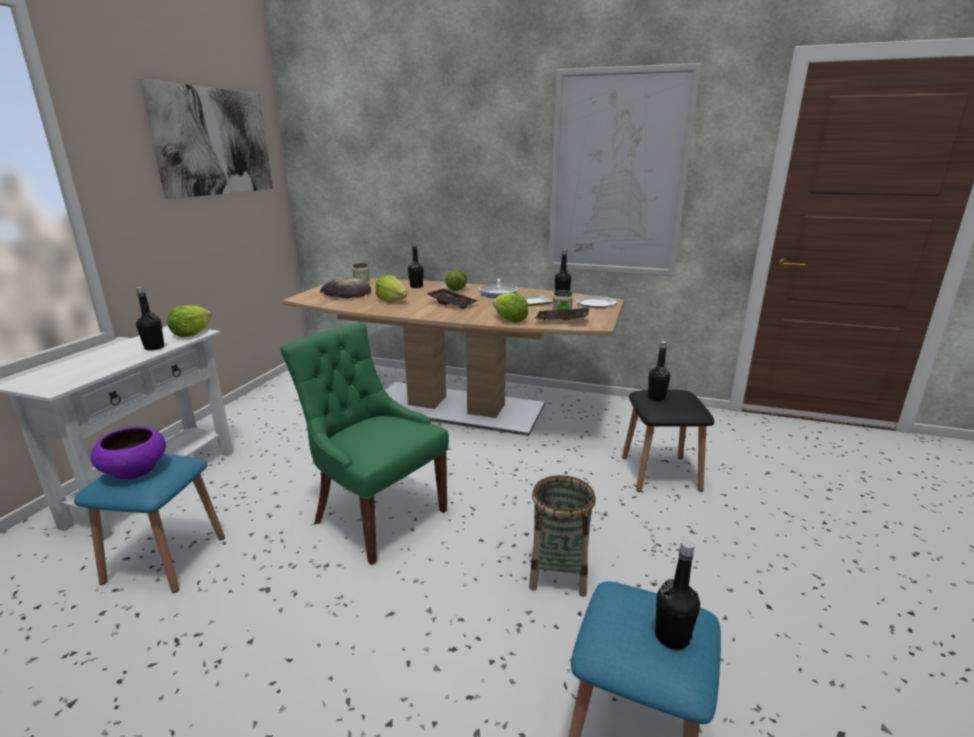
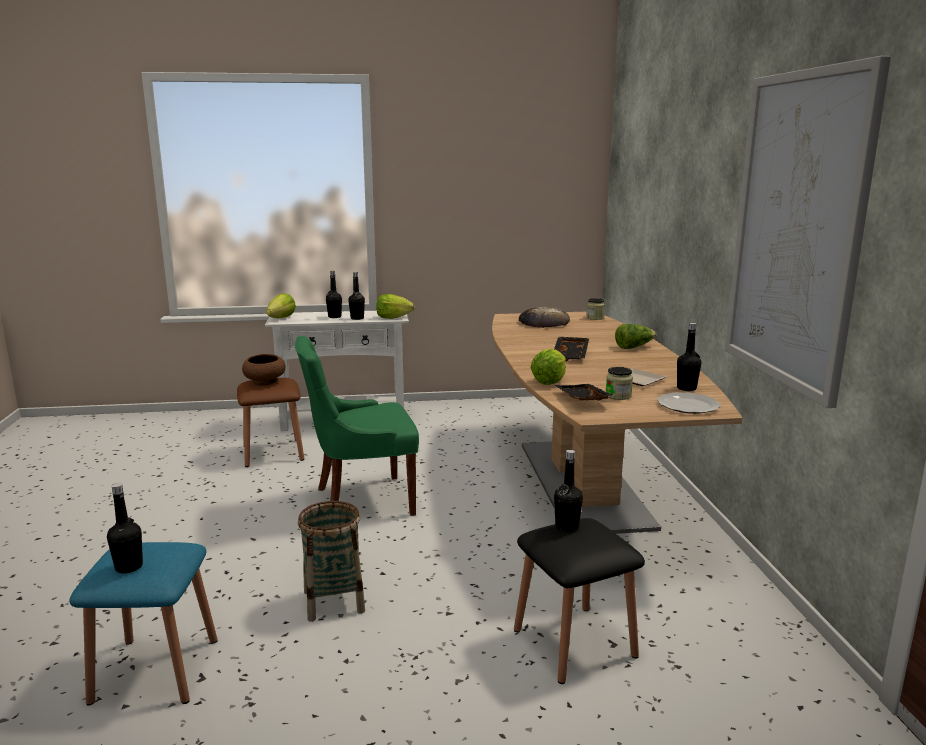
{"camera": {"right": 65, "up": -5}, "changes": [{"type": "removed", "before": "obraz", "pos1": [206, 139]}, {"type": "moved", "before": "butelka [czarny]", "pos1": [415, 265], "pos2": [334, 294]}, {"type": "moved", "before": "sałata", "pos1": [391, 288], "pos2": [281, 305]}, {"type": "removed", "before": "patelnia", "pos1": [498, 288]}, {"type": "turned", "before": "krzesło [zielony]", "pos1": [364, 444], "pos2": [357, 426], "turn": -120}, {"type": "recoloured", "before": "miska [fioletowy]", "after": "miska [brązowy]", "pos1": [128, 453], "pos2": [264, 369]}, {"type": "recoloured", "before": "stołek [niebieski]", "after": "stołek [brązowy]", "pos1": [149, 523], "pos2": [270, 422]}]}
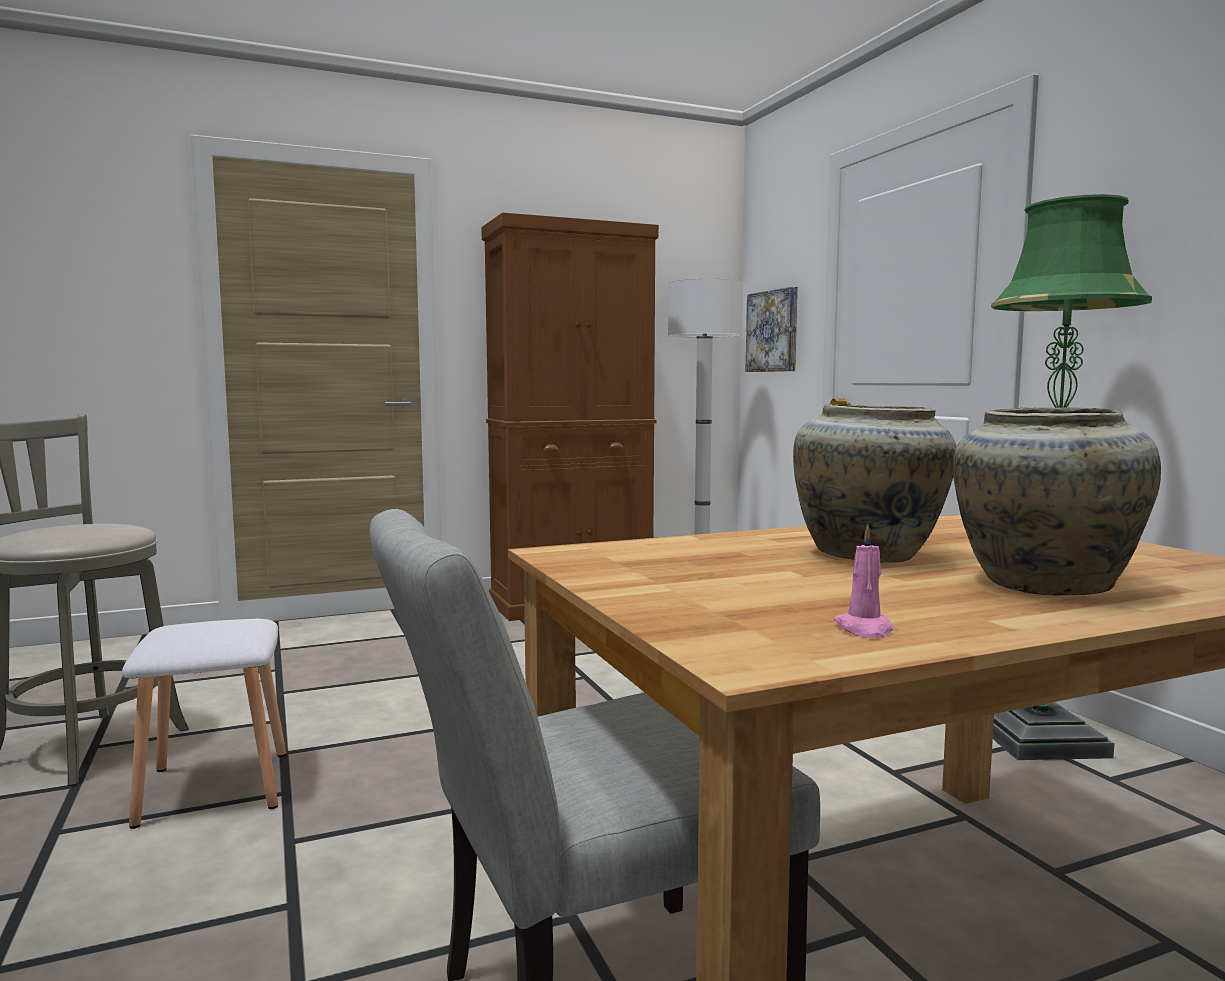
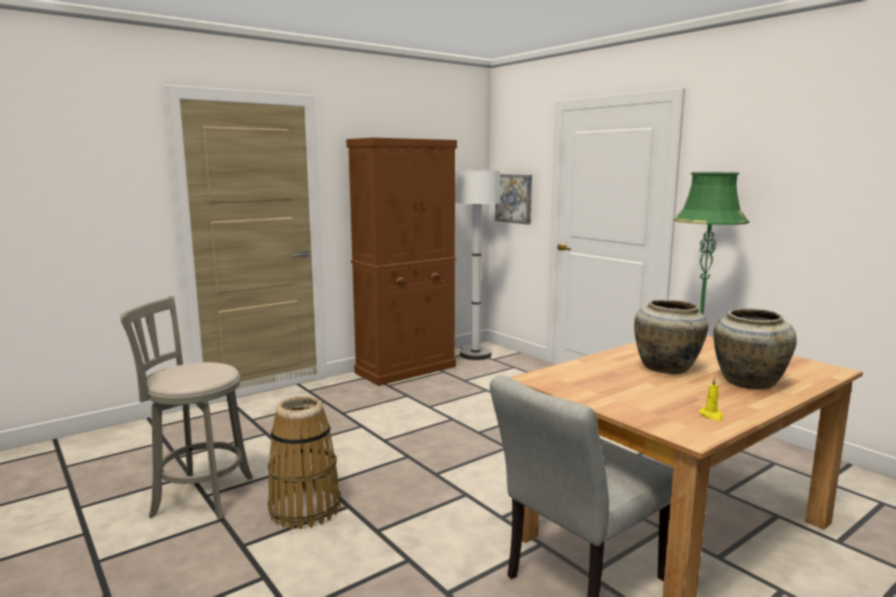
{"camera": {"right": -15, "up": 5}, "changes": [{"type": "recoloured", "before": "świeca [różowy]", "after": "świeca [żółty]", "pos1": [863, 581], "pos2": [711, 399]}, {"type": "replaced", "before": "stołek [biały]", "after": "koszyk", "pos1": [204, 724], "pos2": [304, 462]}]}
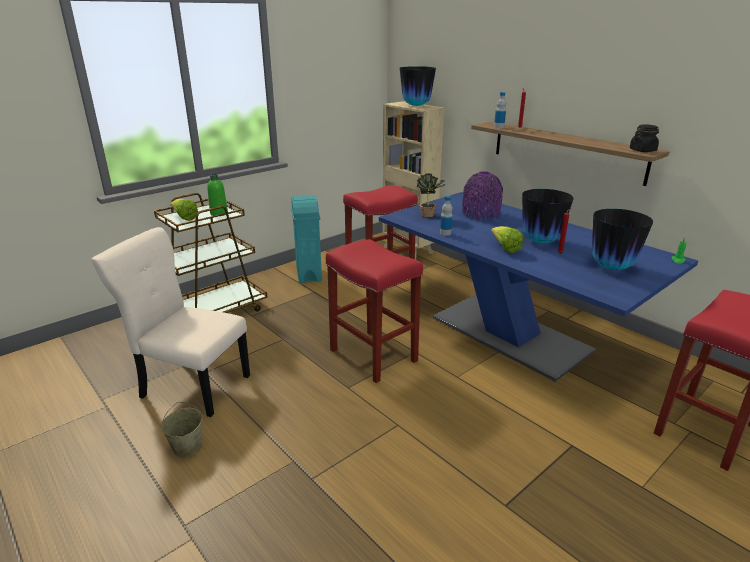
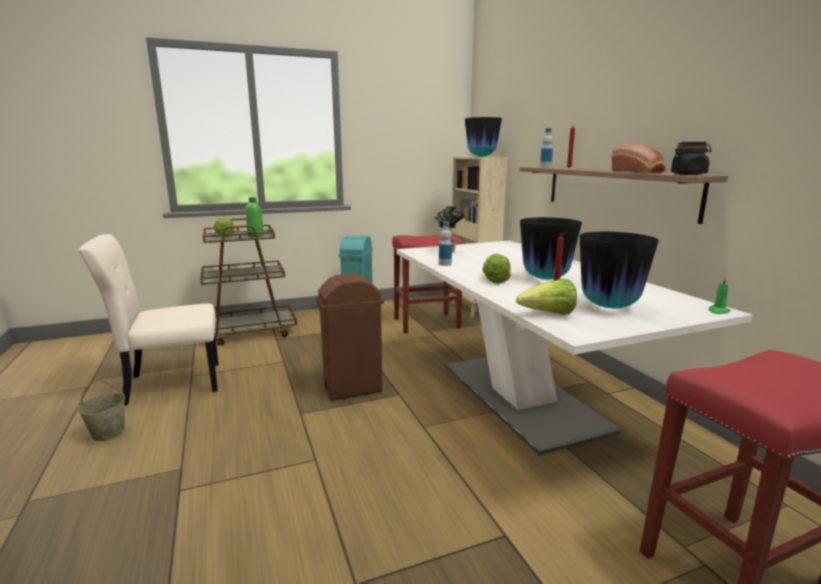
{"camera": {"right": 20, "up": -10}, "changes": [{"type": "removed", "before": "wazon [fioletowy]", "pos1": [482, 195]}, {"type": "recoloured", "before": "stół jadalny [niebieski]", "after": "stół jadalny [biały]", "pos1": [538, 286], "pos2": [574, 348]}, {"type": "turned", "before": "krzesło [beżowy]", "pos1": [170, 322], "pos2": [148, 320], "turn": -60}, {"type": "replaced", "before": "stołek [czerwony]", "after": "kosz na śmieci [brązowy]", "pos1": [374, 311], "pos2": [350, 337]}, {"type": "added", "after": "chleb", "pos2": [639, 158]}, {"type": "added", "after": "sałata", "pos2": [546, 297]}]}
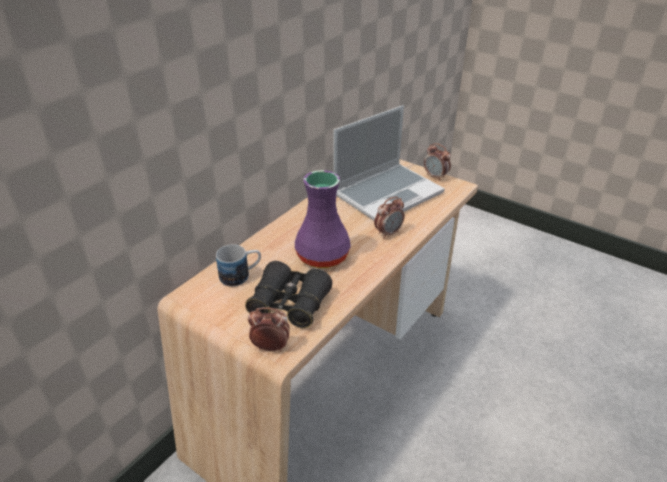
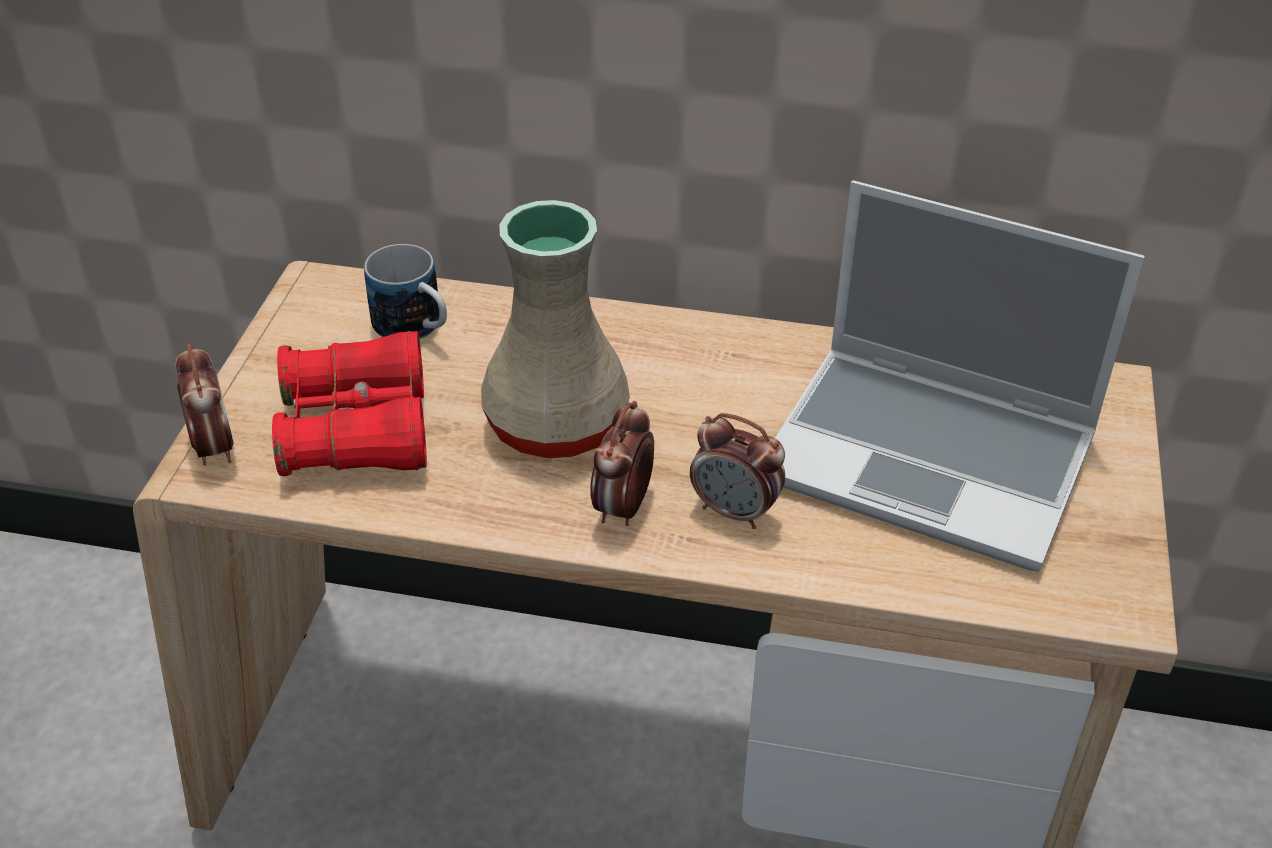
{"camera": {"right": 65, "up": 5}, "changes": [{"type": "moved", "before": "budzik", "pos1": [437, 162], "pos2": [622, 463]}, {"type": "recoloured", "before": "wazon [fioletowy]", "after": "wazon [beżowy]", "pos1": [323, 219], "pos2": [555, 329]}, {"type": "recoloured", "before": "lornetka [czarny]", "after": "lornetka [czerwony]", "pos1": [288, 294], "pos2": [349, 403]}]}
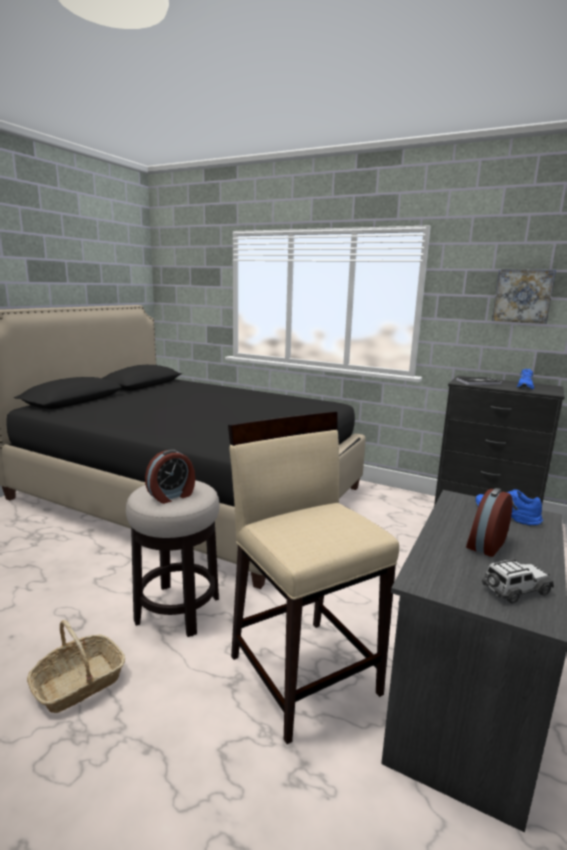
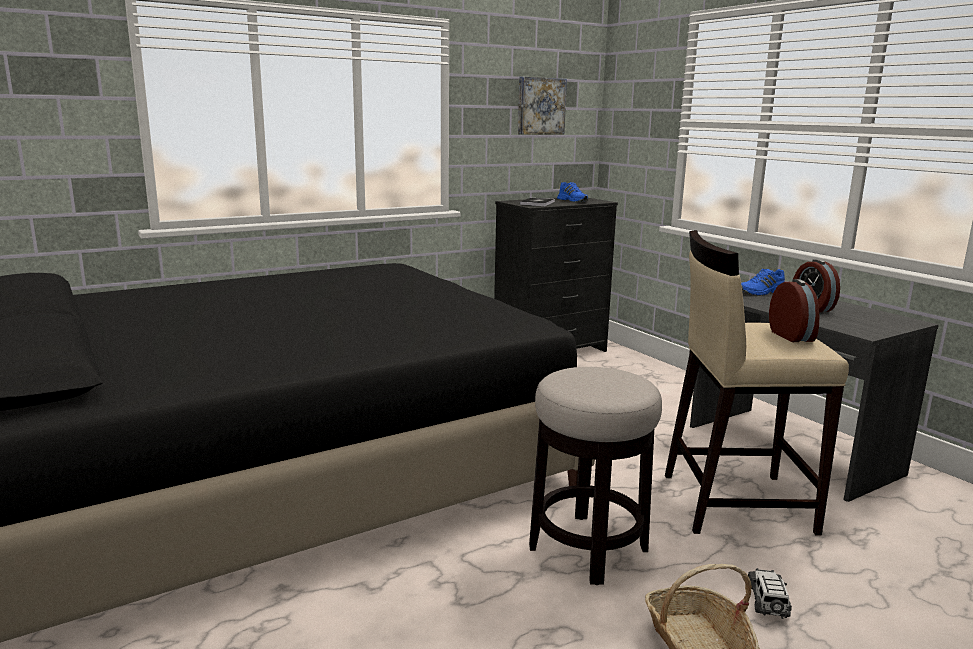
{"camera": {"right": -60, "up": 0}, "changes": [{"type": "moved", "before": "budzik", "pos1": [170, 476], "pos2": [794, 310]}, {"type": "moved", "before": "samochodzik", "pos1": [517, 581], "pos2": [770, 593]}]}
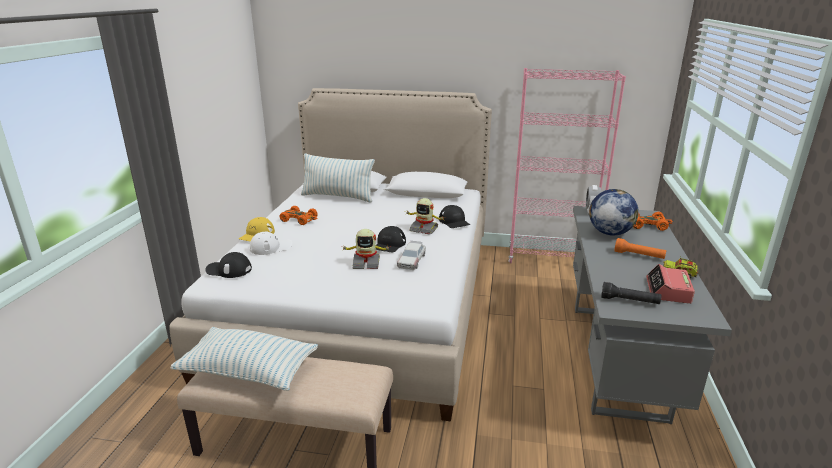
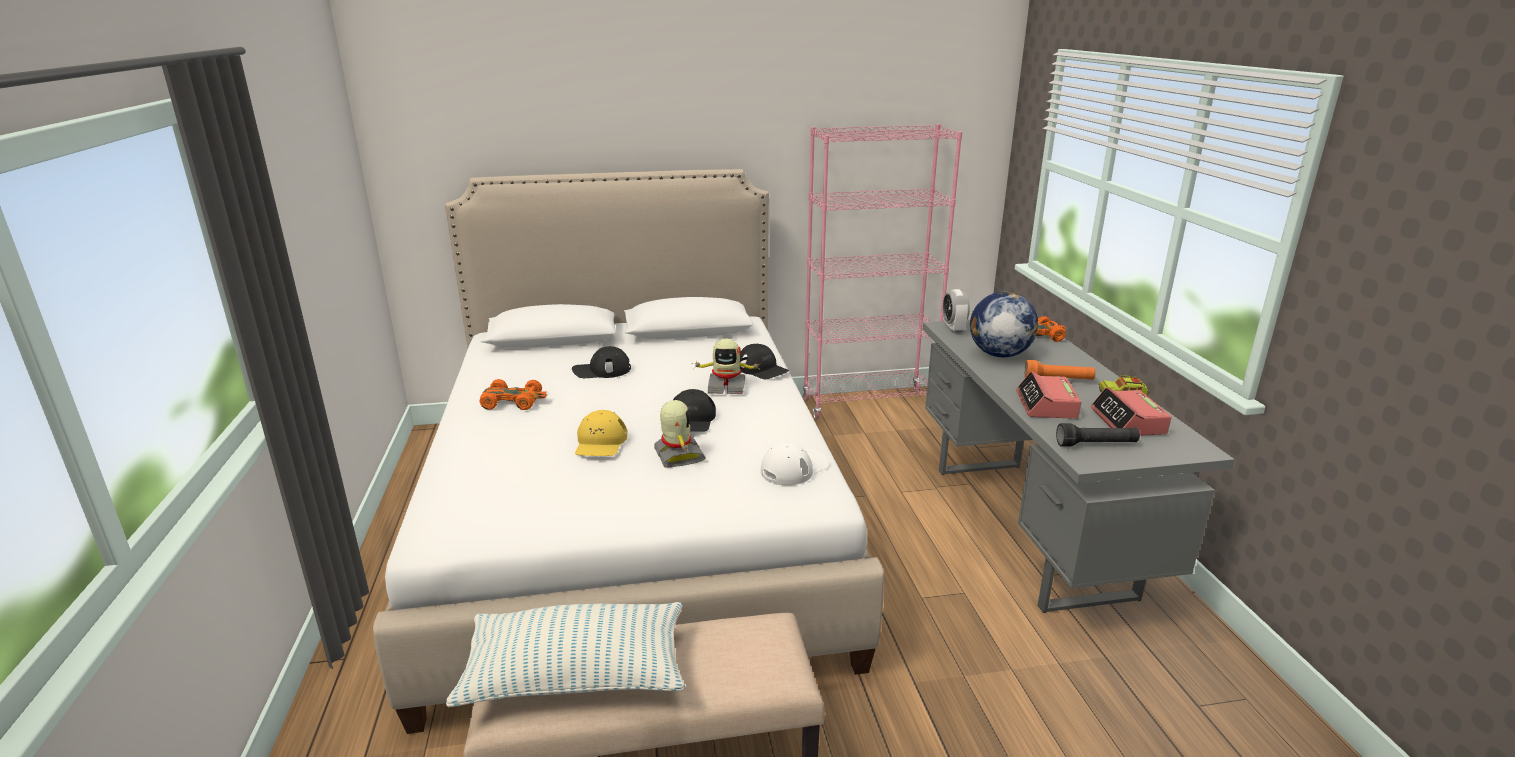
{"camera": {"right": -20, "up": 0}, "changes": [{"type": "removed", "before": "poduszka", "pos1": [338, 177]}, {"type": "moved", "before": "czapka z daszkiem [żółty]", "pos1": [257, 229], "pos2": [601, 433]}, {"type": "turned", "before": "robot zabawkowy", "pos1": [366, 249], "pos2": [680, 434], "turn": -90}, {"type": "moved", "before": "czapka z daszkiem [biały]", "pos1": [270, 243], "pos2": [794, 463]}, {"type": "removed", "before": "samochodzik", "pos1": [411, 255]}, {"type": "moved", "before": "czapka z daszkiem [czarny]", "pos1": [228, 265], "pos2": [601, 362]}, {"type": "added", "after": "budzik", "pos2": [1048, 395]}]}
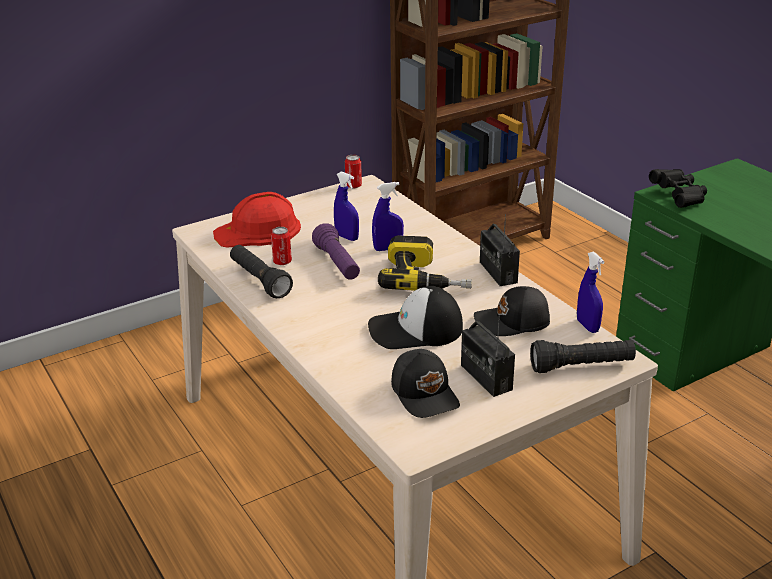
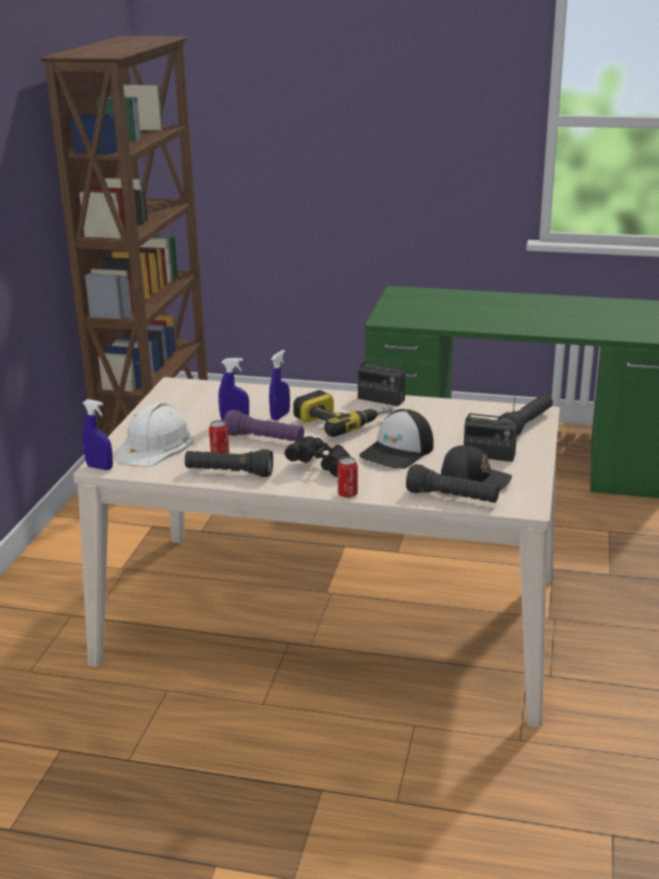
{"camera": {"right": -45, "up": -5}, "changes": [{"type": "moved", "before": "puszka", "pos1": [353, 172], "pos2": [347, 477]}, {"type": "moved", "before": "lornetka [czarny]", "pos1": [678, 188], "pos2": [318, 456]}, {"type": "recoloured", "before": "kask [czerwony]", "after": "kask [biały]", "pos1": [257, 220], "pos2": [154, 434]}, {"type": "moved", "before": "spryskiwacz [niebieski]", "pos1": [591, 292], "pos2": [97, 434]}, {"type": "removed", "before": "czapka z daszkiem [czarny]", "pos1": [512, 311]}, {"type": "added", "after": "latarka [czarny]", "pos2": [452, 483]}]}
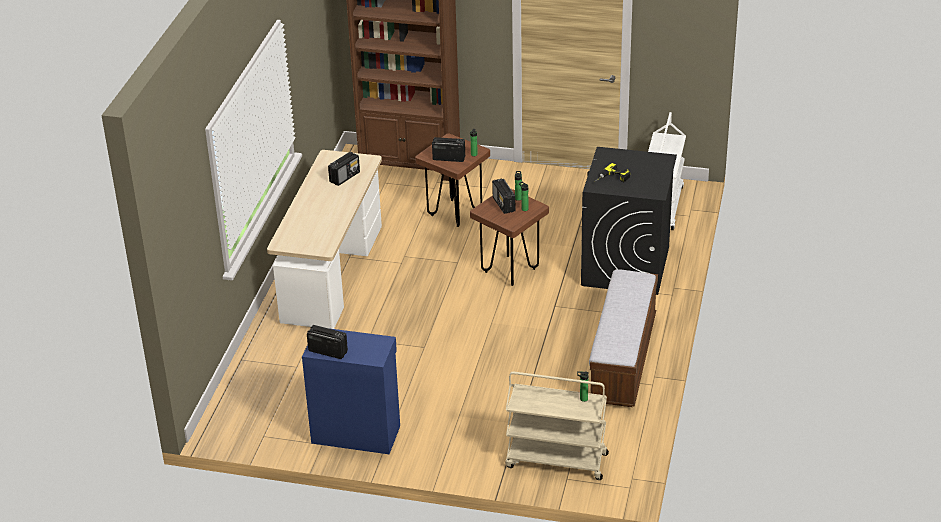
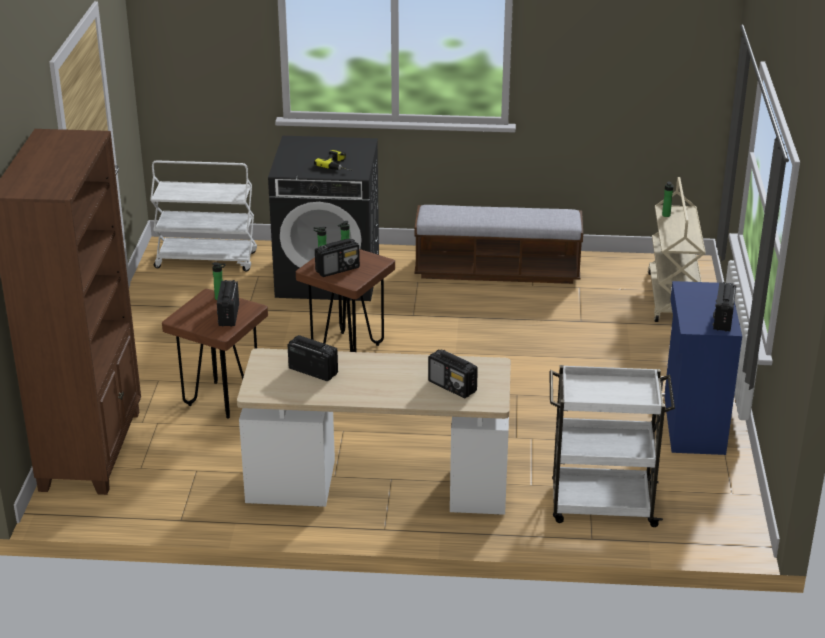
{"camera": {"right": -100, "up": -5}, "changes": [{"type": "added", "after": "radio", "pos2": [453, 374]}, {"type": "added", "after": "wózek [biały]", "pos2": [612, 446]}]}
